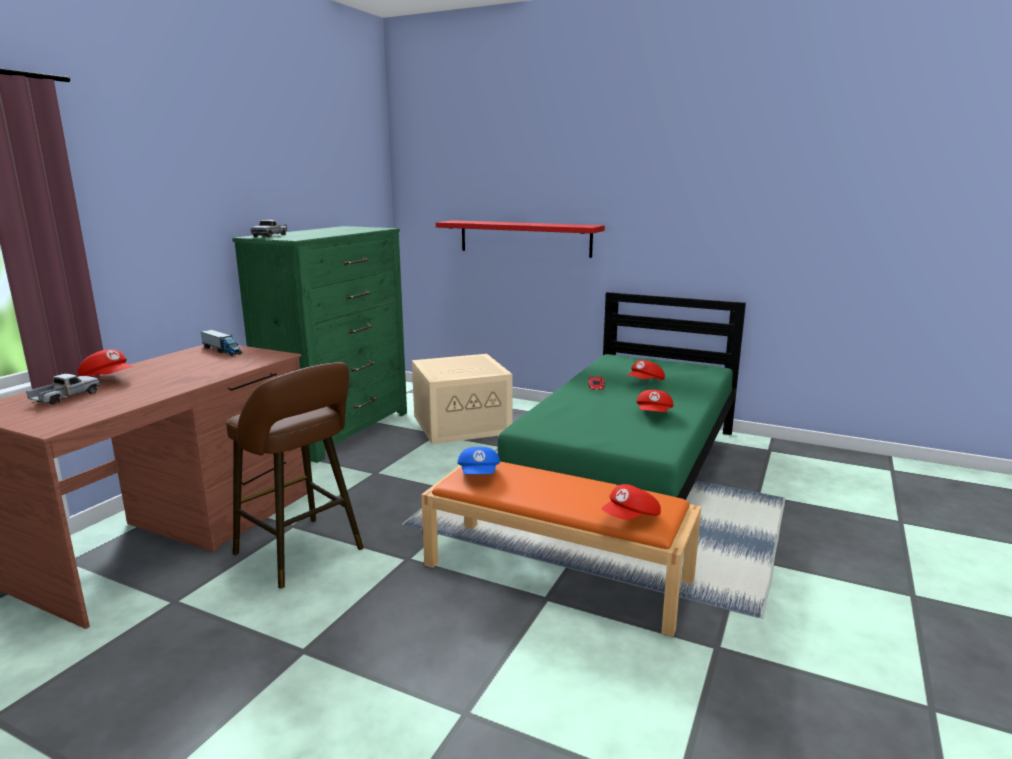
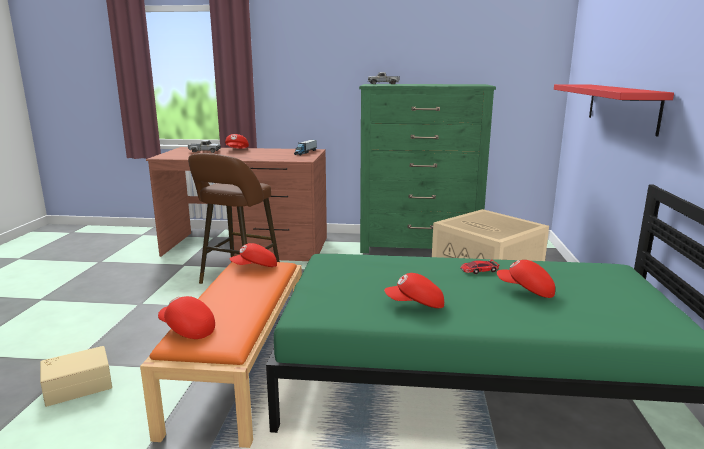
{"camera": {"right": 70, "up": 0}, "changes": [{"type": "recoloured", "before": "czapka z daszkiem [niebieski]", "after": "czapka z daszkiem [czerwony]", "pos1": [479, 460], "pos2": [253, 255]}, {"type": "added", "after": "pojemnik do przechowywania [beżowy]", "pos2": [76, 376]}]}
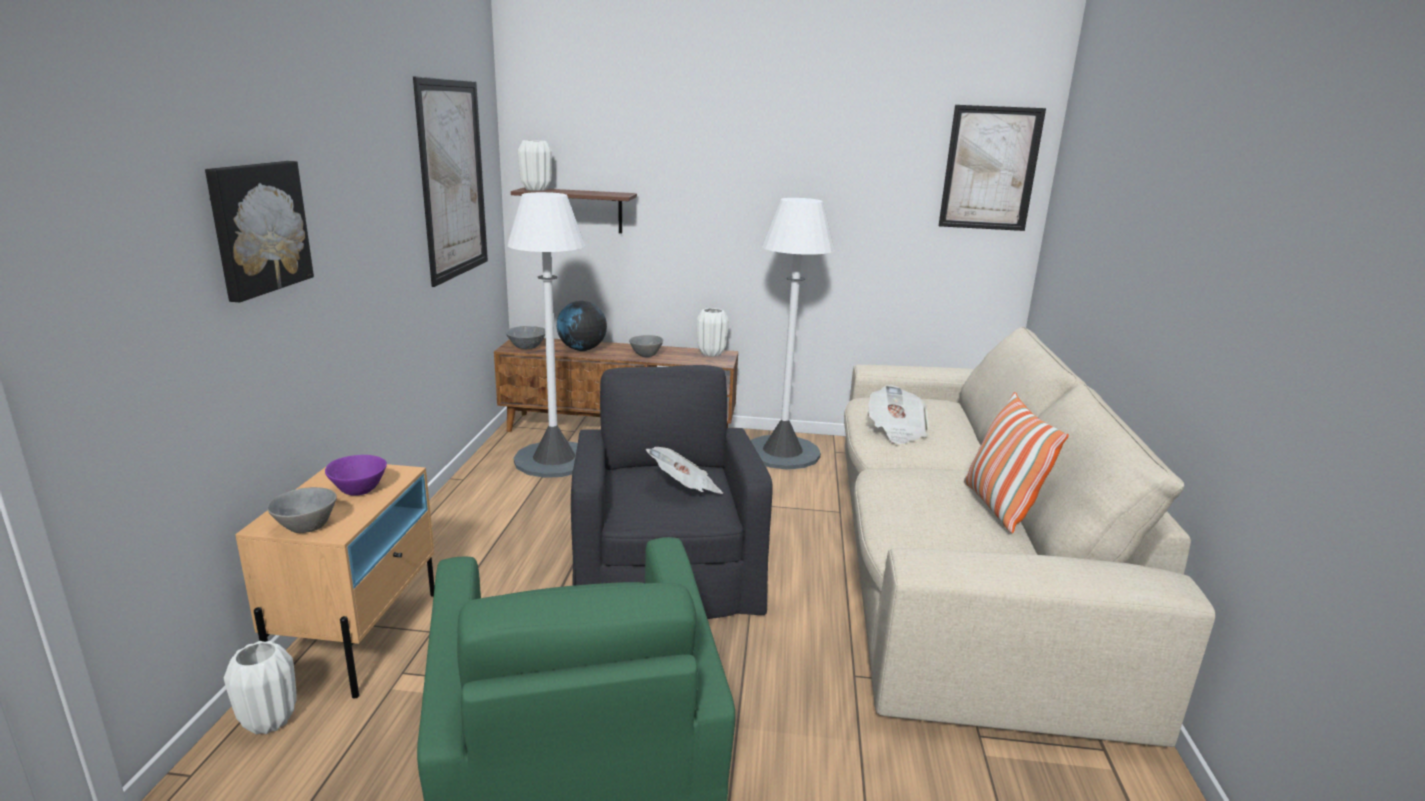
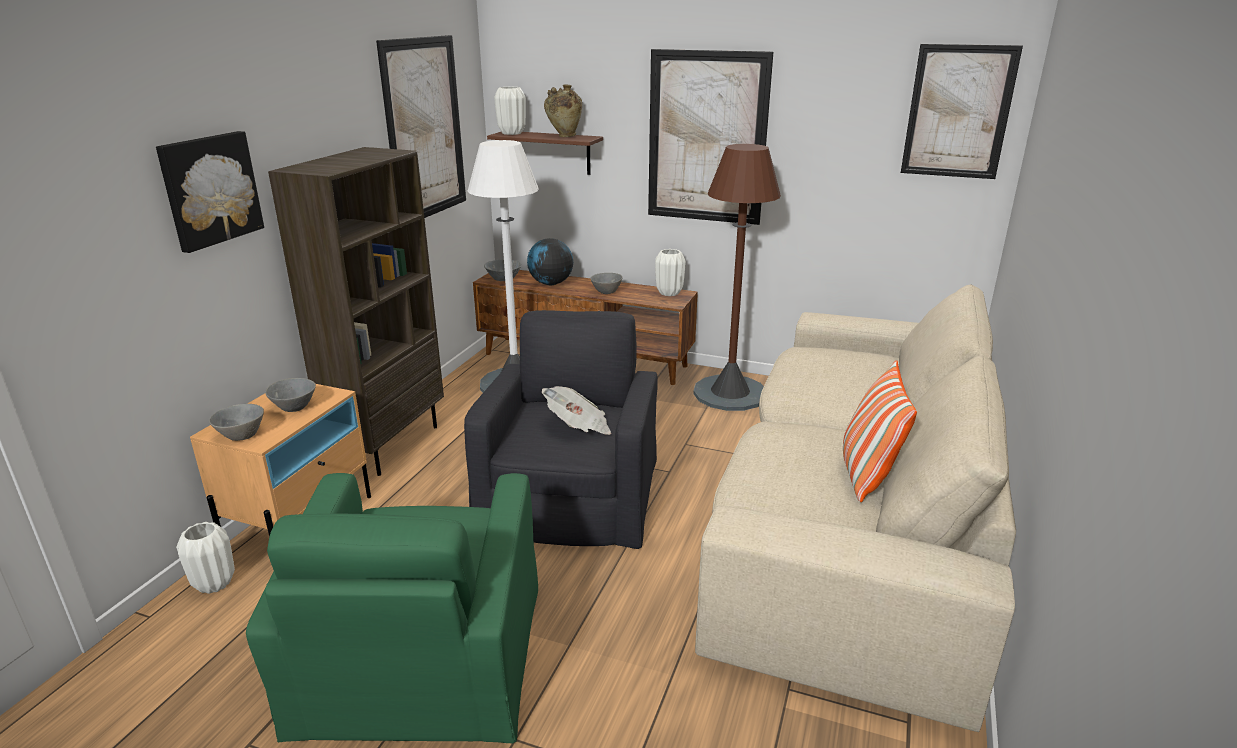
{"camera": {"right": 15, "up": 5}, "changes": [{"type": "recoloured", "before": "lampa stojąca [biały]", "after": "lampa stojąca [brązowy]", "pos1": [792, 334], "pos2": [737, 277]}, {"type": "removed", "before": "gazeta", "pos1": [898, 414]}, {"type": "recoloured", "before": "miska [fioletowy]", "after": "miska [szary]", "pos1": [356, 475], "pos2": [290, 395]}, {"type": "added", "after": "obraz", "pos2": [710, 137]}, {"type": "added", "after": "wazon [beżowy]", "pos2": [563, 111]}, {"type": "added", "after": "regał [brązowy]", "pos2": [356, 311]}]}
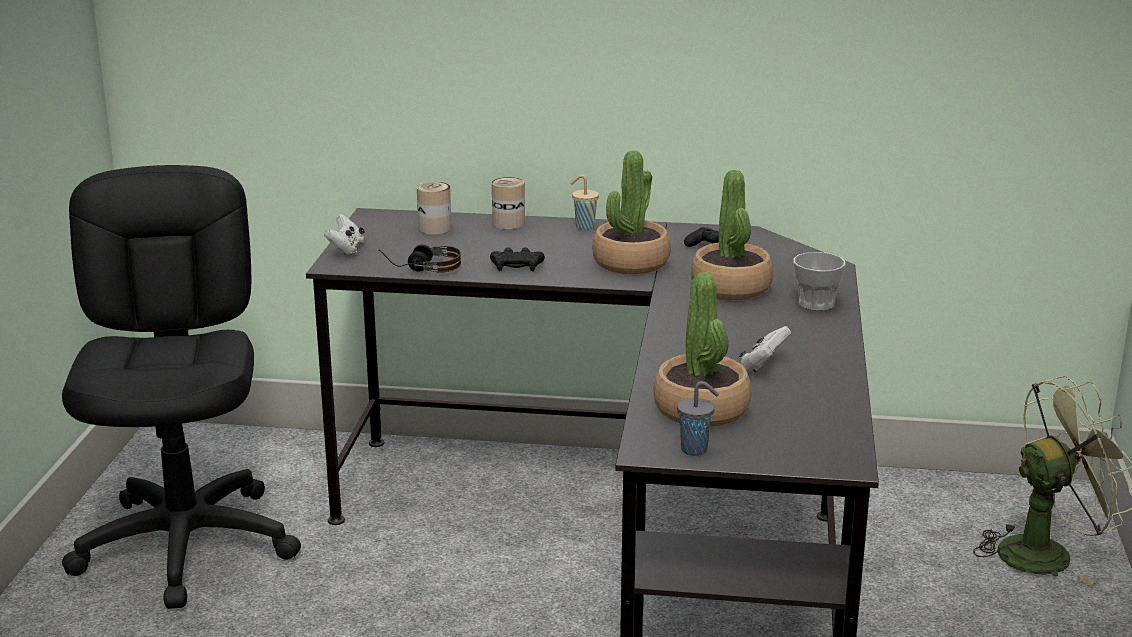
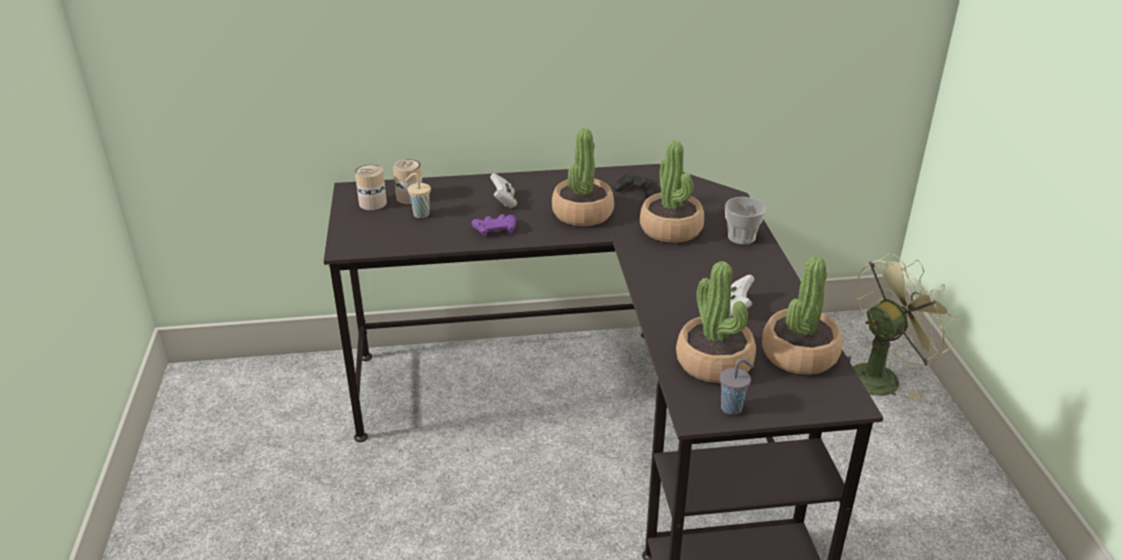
{"camera": {"right": -15, "up": 10}, "changes": [{"type": "removed", "before": "krzesło biurowe [czarny]", "pos1": [181, 387]}, {"type": "moved", "before": "filiżanka [beżowy]", "pos1": [584, 202], "pos2": [418, 195]}, {"type": "moved", "before": "puszka", "pos1": [508, 203], "pos2": [371, 187]}, {"type": "moved", "before": "pad do gier [biały]", "pos1": [344, 235], "pos2": [503, 190]}, {"type": "removed", "before": "słuchawki", "pos1": [419, 258]}, {"type": "recoloured", "before": "pad do gier [czarny]", "after": "pad do gier [fioletowy]", "pos1": [517, 259], "pos2": [494, 225]}, {"type": "added", "after": "roślina doniczkowa", "pos2": [802, 315]}]}
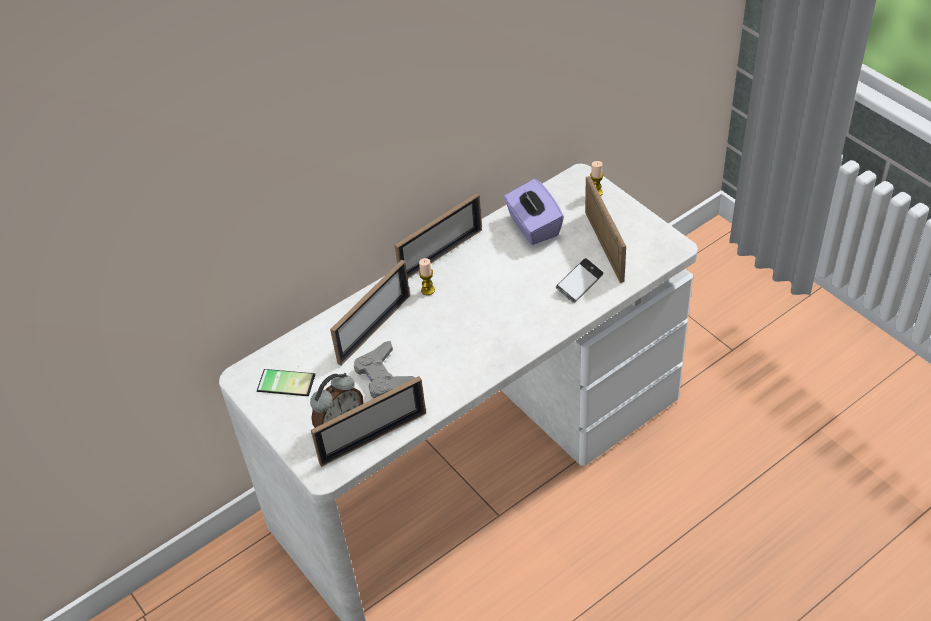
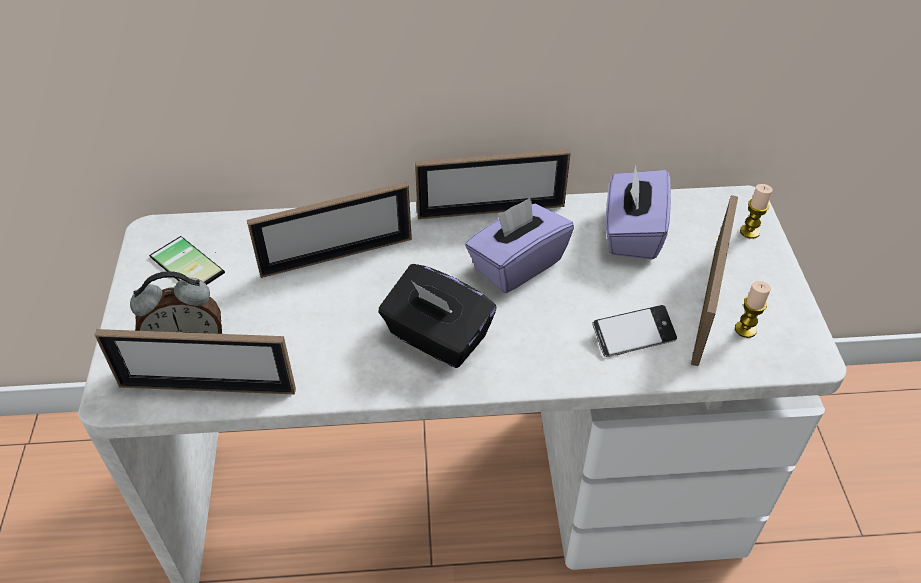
{"camera": {"right": 30, "up": 0}, "changes": [{"type": "moved", "before": "świeca", "pos1": [427, 276], "pos2": [753, 309]}, {"type": "removed", "before": "pad do gier [szary]", "pos1": [384, 369]}, {"type": "added", "after": "pudełko chusteczek [fioletowy]", "pos2": [519, 245]}, {"type": "added", "after": "pudełko chusteczek [czarny]", "pos2": [437, 316]}]}
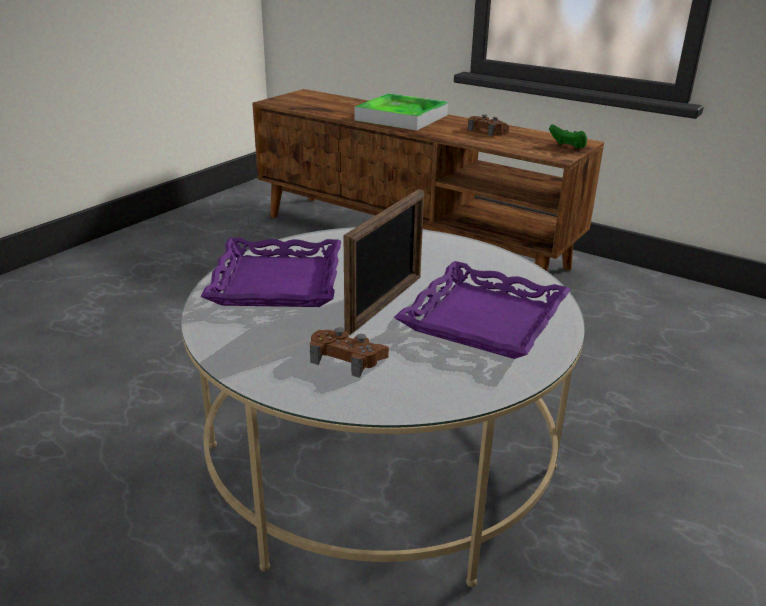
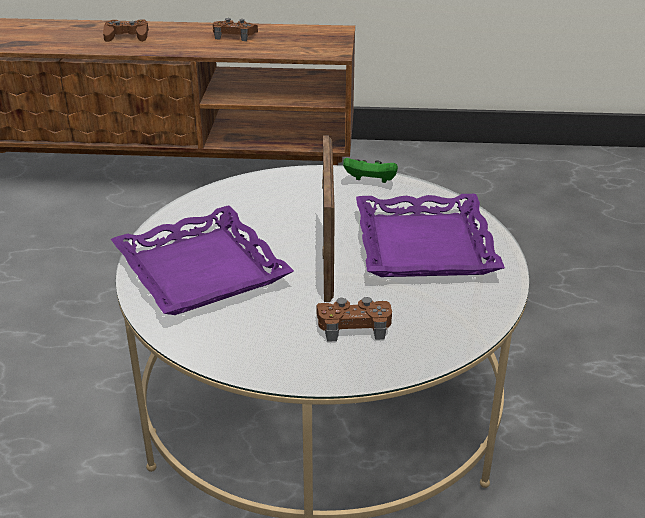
{"camera": {"right": -30, "up": 5}, "changes": [{"type": "replaced", "before": "taca", "after": "pad do gier [brązowy]", "pos1": [401, 112], "pos2": [126, 31]}, {"type": "moved", "before": "pad do gier [zielony]", "pos1": [568, 136], "pos2": [370, 170]}]}
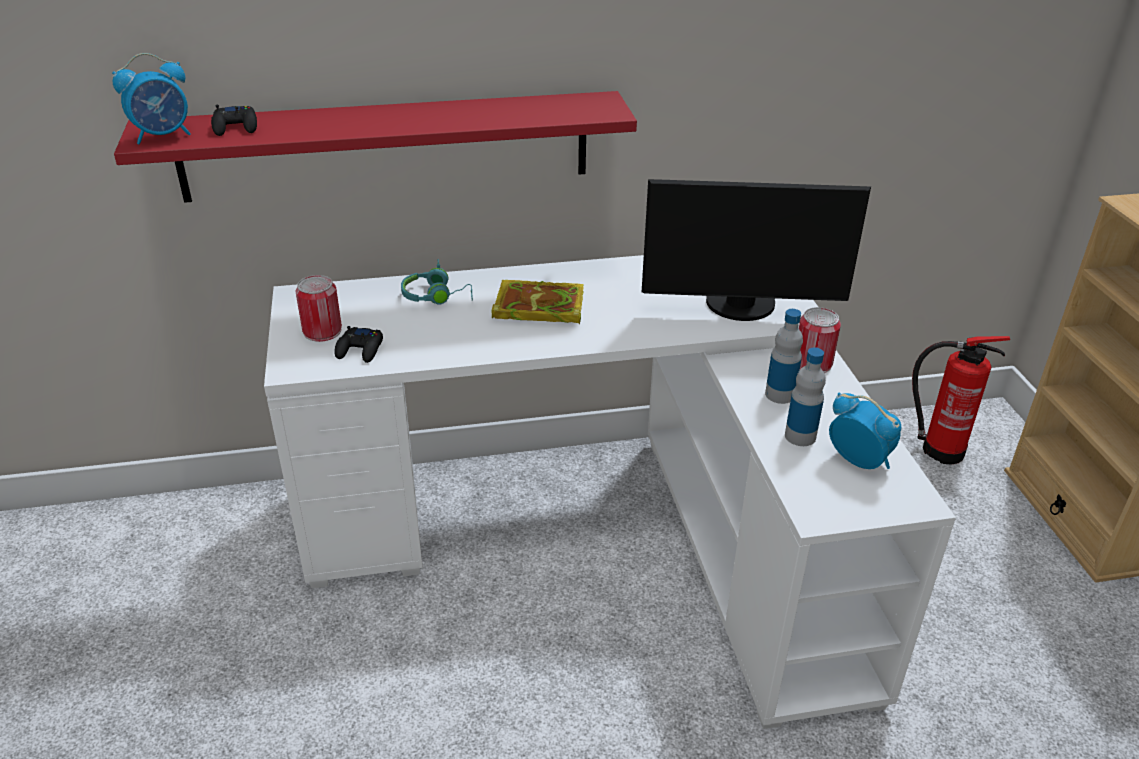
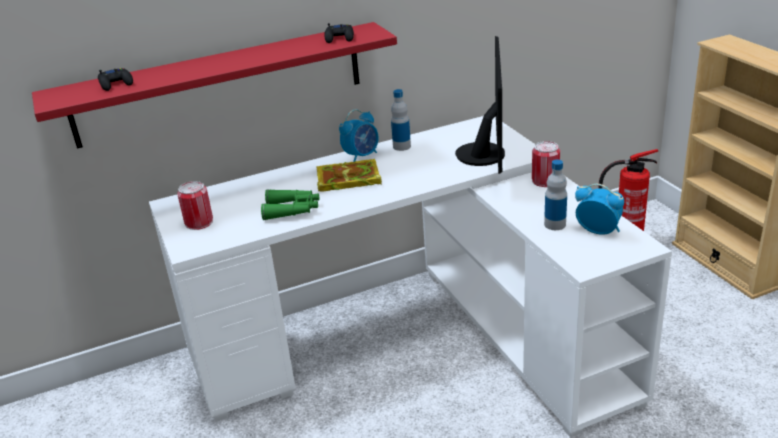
{"camera": {"right": -10, "up": -5}, "changes": [{"type": "moved", "before": "budzik", "pos1": [151, 98], "pos2": [359, 136]}, {"type": "turned", "before": "monitor", "pos1": [756, 250], "pos2": [480, 105], "turn": -75}, {"type": "removed", "before": "słuchawki [turkusowy]", "pos1": [437, 282]}, {"type": "moved", "before": "butelka", "pos1": [784, 356], "pos2": [401, 120]}, {"type": "moved", "before": "pad do gier [czarny]", "pos1": [358, 344], "pos2": [339, 33]}, {"type": "added", "after": "lornetka [zielony]", "pos2": [290, 204]}]}
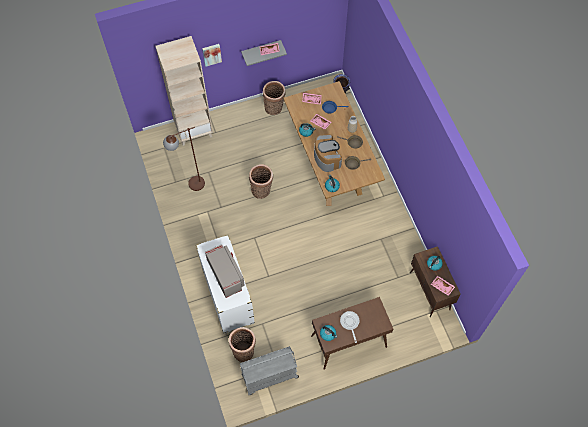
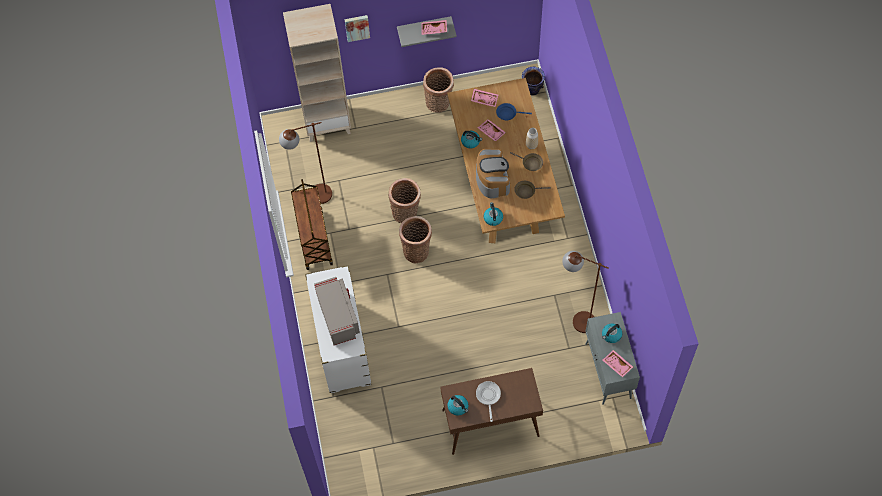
{"camera": {"right": 10, "up": 0}, "changes": [{"type": "recoloured", "before": "szafka [brązowy]", "after": "szafka [szary]", "pos1": [435, 281], "pos2": [612, 358]}, {"type": "moved", "before": "koszyk", "pos1": [242, 344], "pos2": [415, 240]}, {"type": "removed", "before": "wózek [szary]", "pos1": [269, 370]}, {"type": "added", "after": "wózek [brązowy]", "pos2": [312, 224]}, {"type": "added", "after": "lampa stojąca [brązowy]", "pos2": [585, 292]}]}
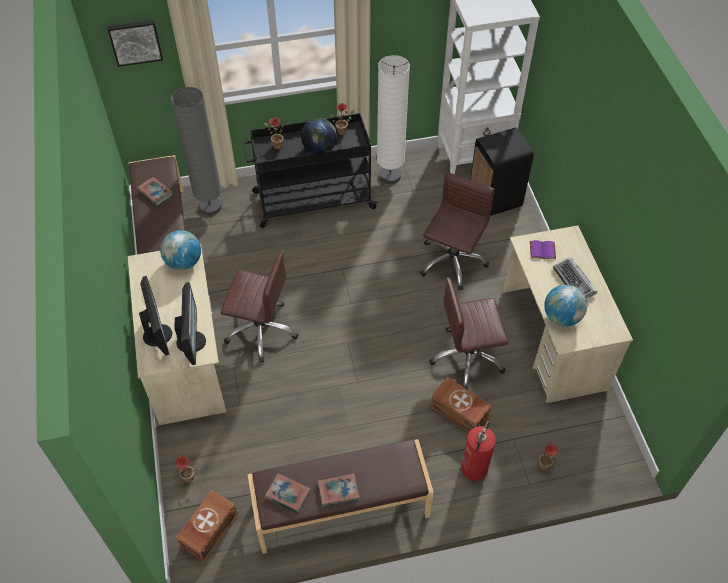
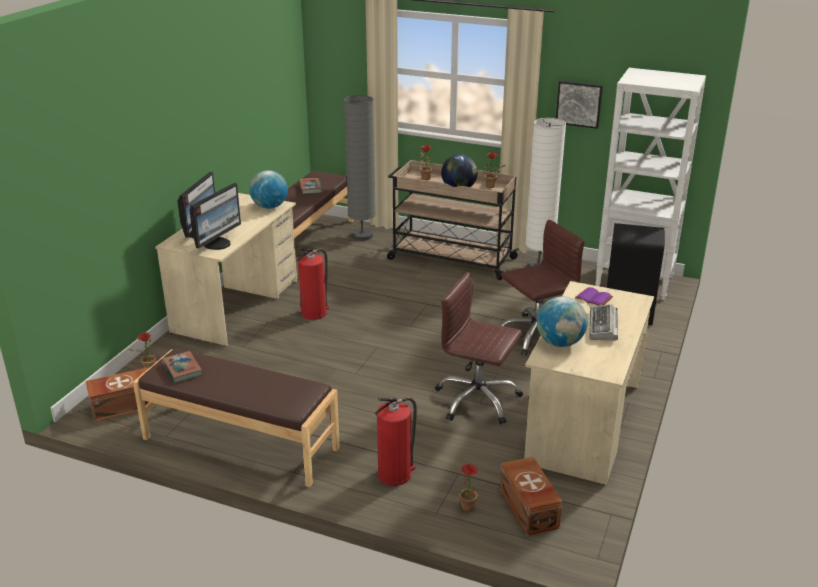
{"camera": {"right": 35, "up": -25}, "changes": [{"type": "moved", "before": "obraz", "pos1": [135, 43], "pos2": [579, 104]}, {"type": "recoloured", "before": "wózek [czarny]", "after": "wózek [beżowy]", "pos1": [310, 170], "pos2": [453, 220]}, {"type": "replaced", "before": "krzesło biurowe [brązowy]", "after": "gaśnica", "pos1": [259, 306], "pos2": [313, 284]}, {"type": "moved", "before": "pojemnik do przechowywania [brązowy]", "pos1": [460, 405], "pos2": [531, 496]}, {"type": "removed", "before": "książka", "pos1": [339, 490]}]}
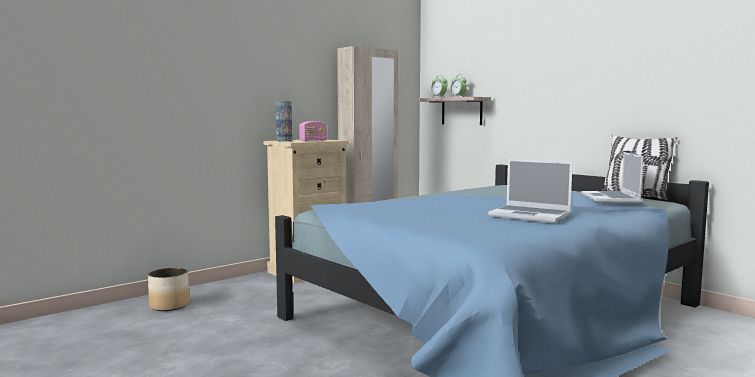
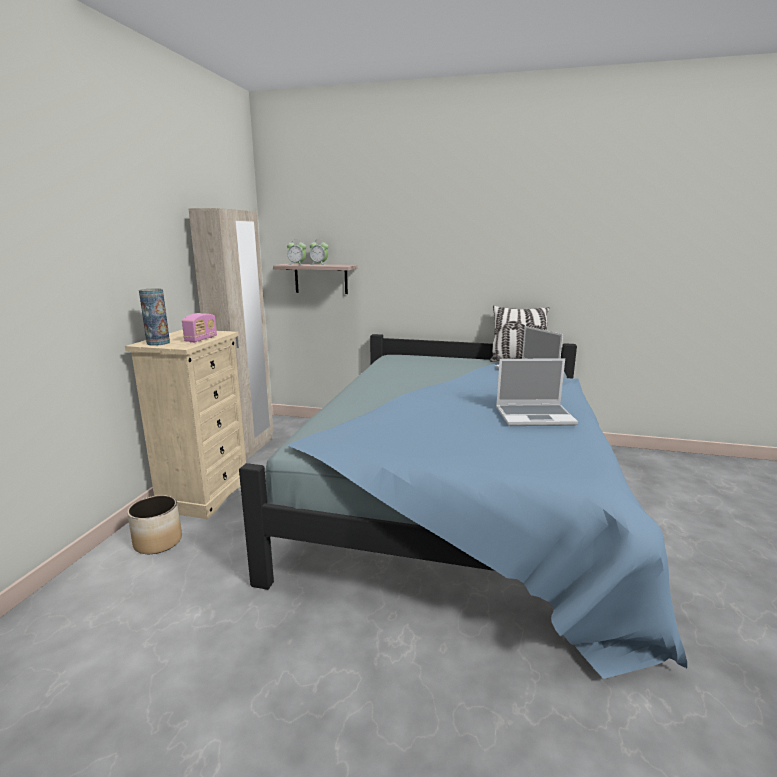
{"camera": {"right": -35, "up": 10}, "changes": [{"type": "moved", "before": "donica", "pos1": [168, 289], "pos2": [154, 524]}]}
